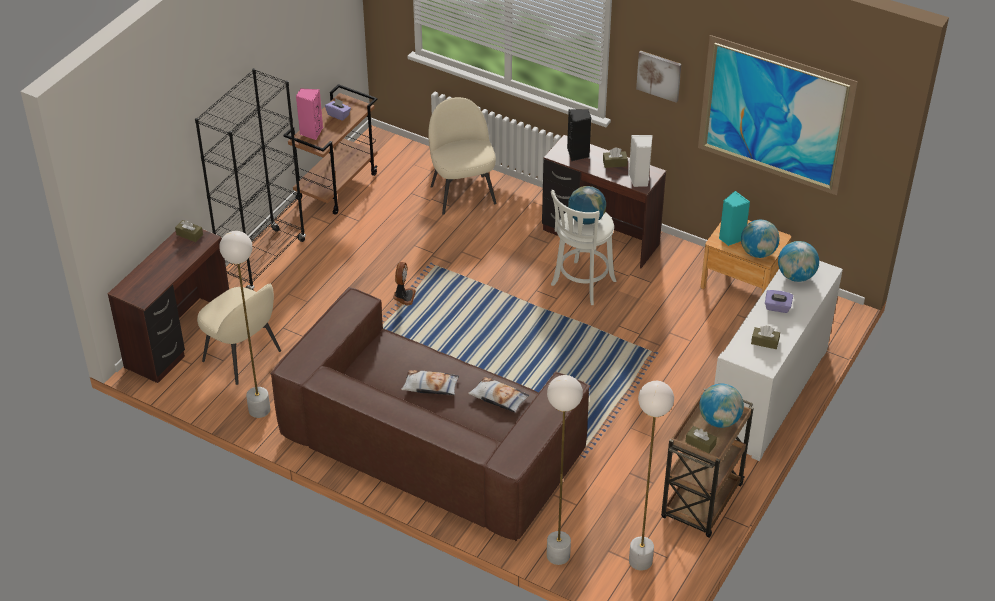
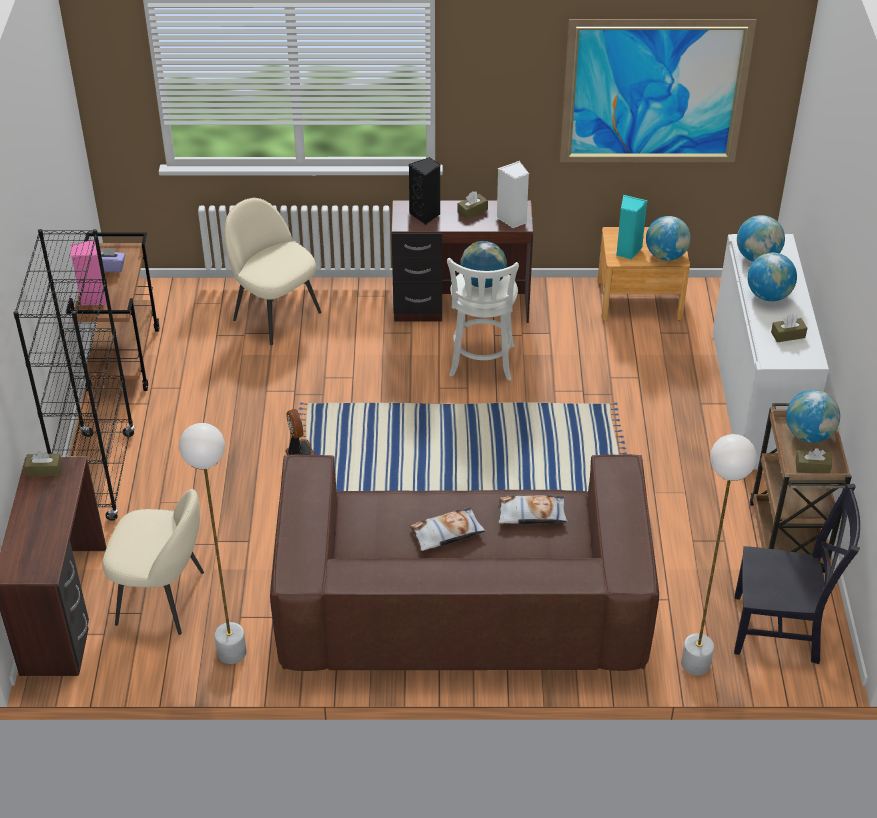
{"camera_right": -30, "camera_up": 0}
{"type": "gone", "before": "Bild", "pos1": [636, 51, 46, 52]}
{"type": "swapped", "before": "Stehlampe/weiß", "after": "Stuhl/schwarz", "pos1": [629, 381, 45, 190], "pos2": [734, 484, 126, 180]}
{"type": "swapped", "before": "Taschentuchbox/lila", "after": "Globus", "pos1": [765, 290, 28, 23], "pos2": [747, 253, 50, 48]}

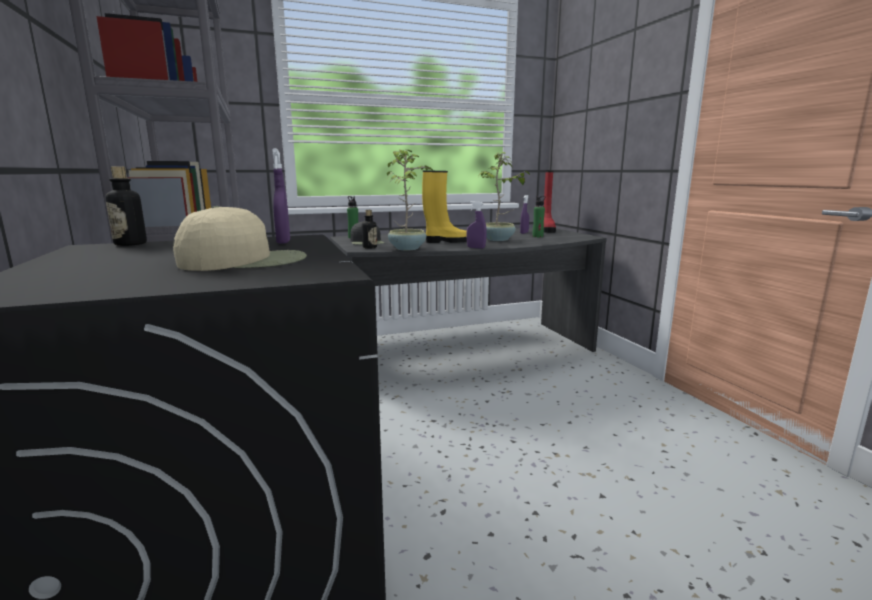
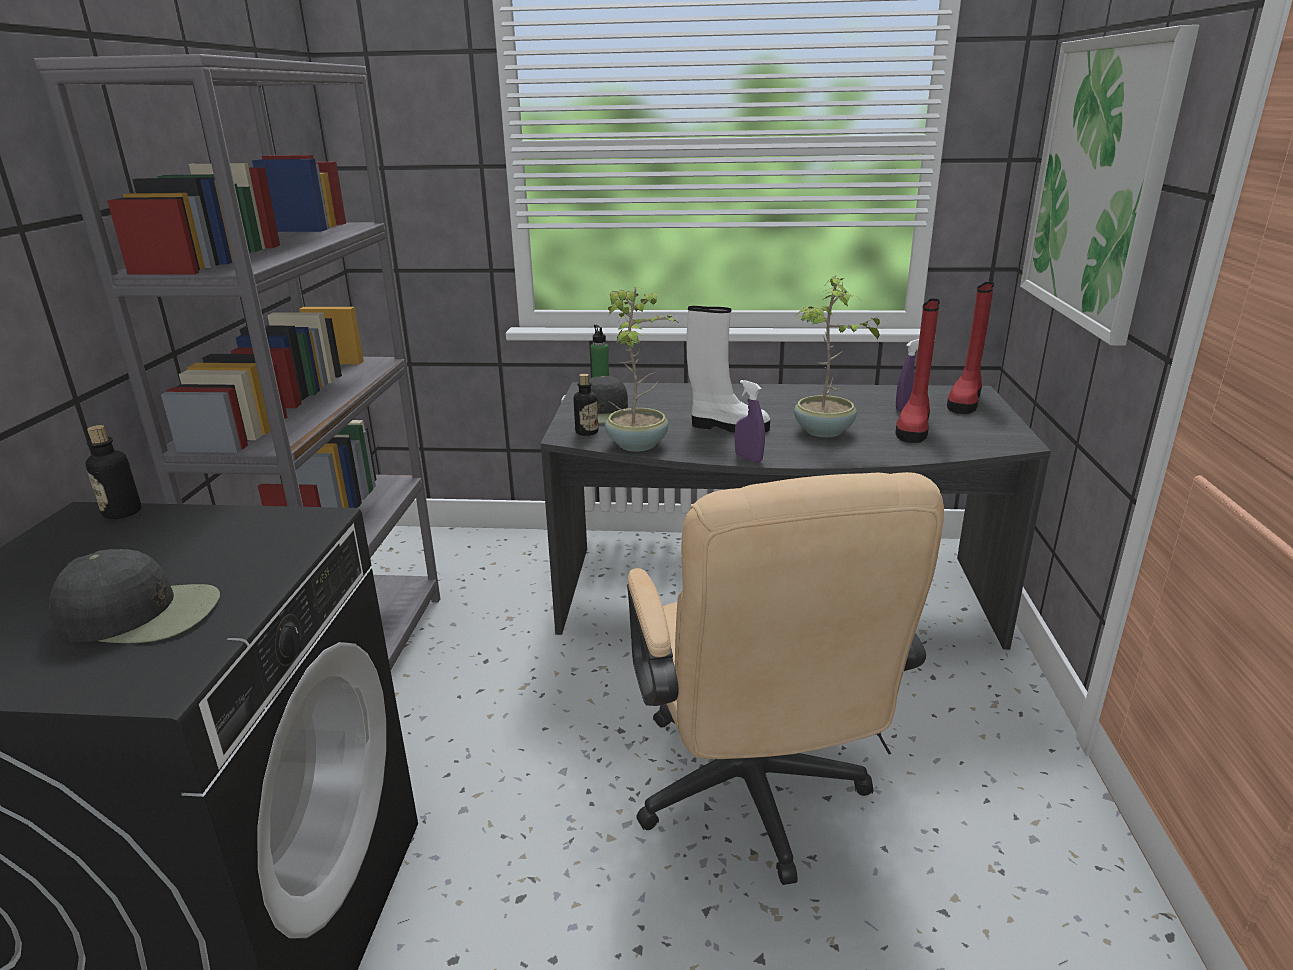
{"camera_right": 25, "camera_up": 10}
{"type": "gone", "before": "Sprühflasche/lila", "pos1": [272, 148, 18, 96]}
{"type": "new", "after": "Bürostuhl/beige", "pos2": [627, 472, 317, 413]}
{"type": "new", "after": "Bild", "pos2": [1020, 25, 179, 321]}
{"type": "swapped", "before": "Flasche/grün", "after": "Stiefel/rot", "pos1": [532, 196, 14, 41], "pos2": [896, 298, 44, 145]}
{"type": "repainted", "before": "Kappe/beige", "after": "Kappe/schwarz", "pos1": [173, 206, 134, 65], "pos2": [49, 549, 171, 94]}
{"type": "repainted", "before": "Stiefel/gelb", "after": "Stiefel/weiß", "pos1": [422, 170, 45, 73], "pos2": [686, 306, 84, 127]}

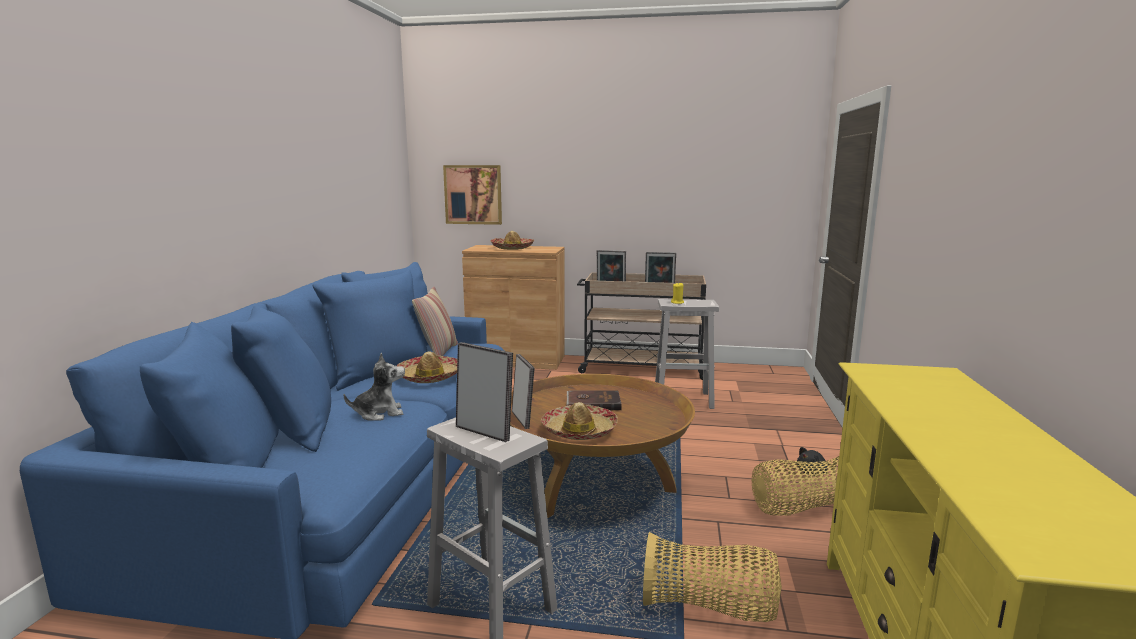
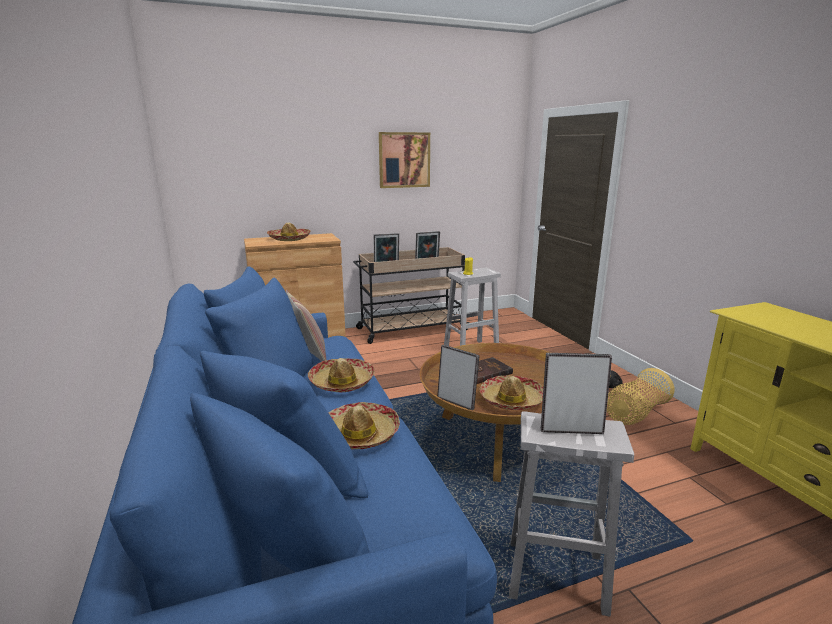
{"camera_right": -30, "camera_up": 5}
{"type": "gone", "before": "Korb", "pos1": [643, 532, 139, 90]}
{"type": "shifted", "before": "Bild", "pos1": [443, 165, 59, 60], "pos2": [379, 132, 51, 56]}
{"type": "swapped", "before": "Plüschtier", "after": "Hut", "pos1": [344, 353, 61, 68], "pos2": [328, 402, 72, 47]}

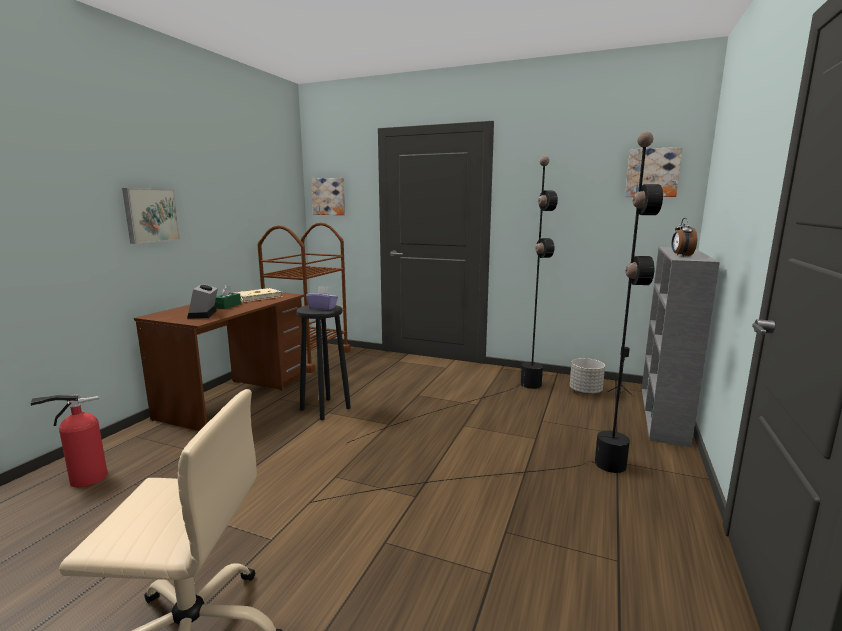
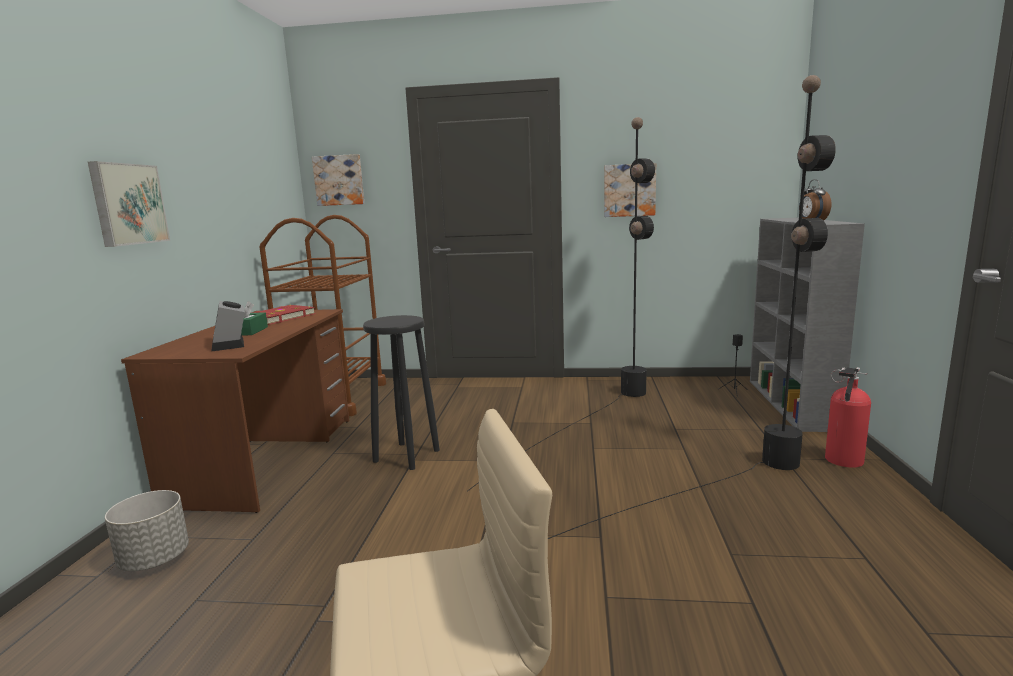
{"camera_right": -15, "camera_up": 0}
{"type": "gone", "before": "Taschentuchbox/lila", "pos1": [306, 286, 32, 24]}
{"type": "shifted", "before": "Feuerlöscher", "pos1": [31, 395, 77, 92], "pos2": [825, 367, 46, 101]}
{"type": "shifted", "before": "Pflanzkübel/grau", "pos1": [570, 358, 35, 36], "pos2": [105, 490, 84, 81]}
{"type": "shifted", "before": "Bild", "pos1": [625, 147, 57, 50], "pos2": [604, 163, 52, 54]}
{"type": "repainted", "before": "Buch/beige", "after": "Buch/rot", "pos1": [235, 288, 48, 14], "pos2": [253, 305, 63, 20]}

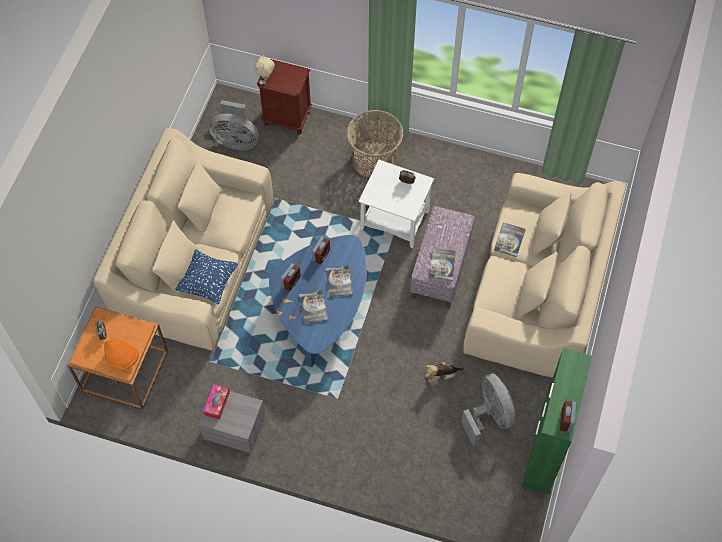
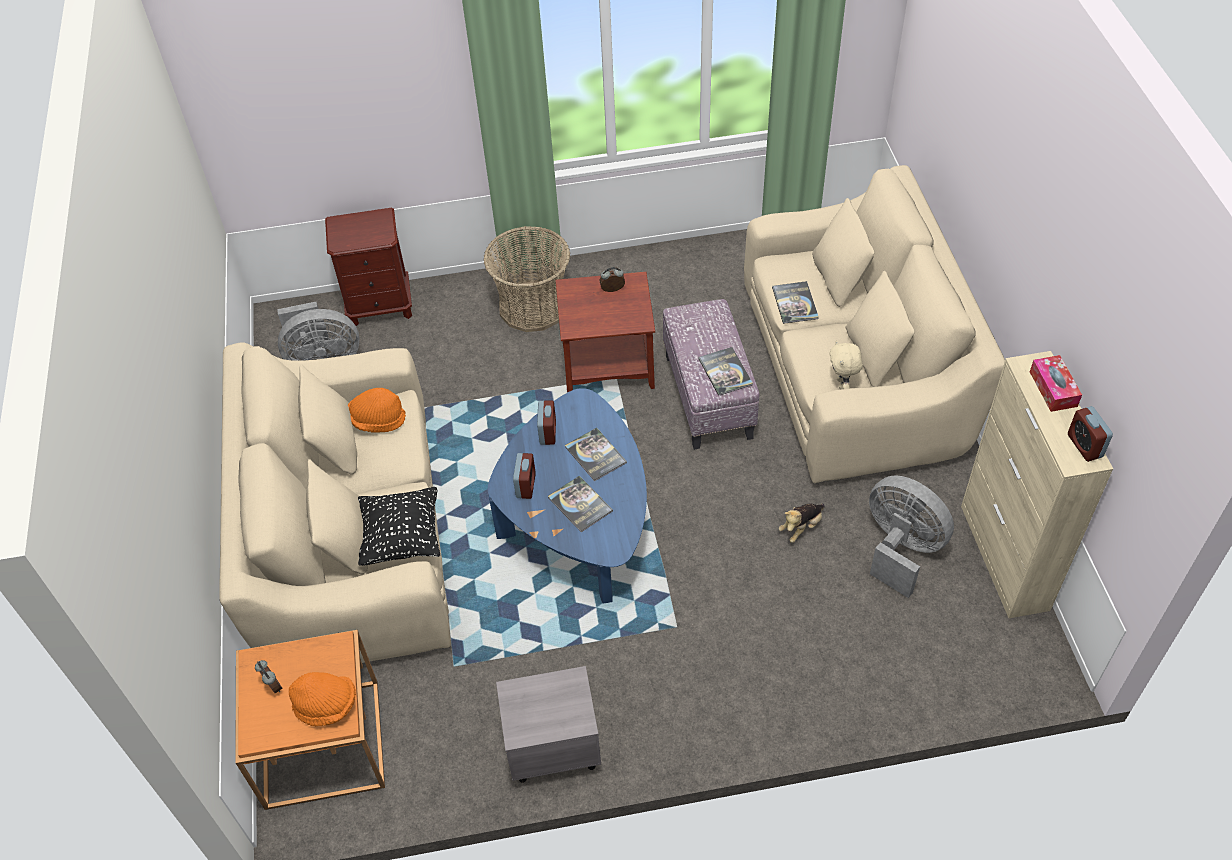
{"camera_right": -25, "camera_up": -10}
{"type": "new", "after": "Hut/orange", "pos2": [348, 388, 58, 45]}
{"type": "shifted", "before": "Taschentuchbox", "pos1": [203, 384, 27, 36], "pos2": [1030, 355, 52, 57]}
{"type": "shifted", "before": "Plüschtier/beige", "pos1": [254, 54, 21, 31], "pos2": [830, 340, 33, 49]}
{"type": "repainted", "before": "Kissen/blau", "after": "Kissen/schwarz", "pos1": [175, 250, 63, 55], "pos2": [358, 487, 82, 79]}
{"type": "repainted", "before": "Beistelltisch/weiß", "after": "Beistelltisch/braun", "pos1": [358, 160, 76, 88], "pos2": [556, 272, 99, 121]}
{"type": "repainted", "before": "Schrank/grün", "after": "Schrank/beige", "pos1": [522, 348, 70, 146], "pos2": [961, 351, 152, 267]}

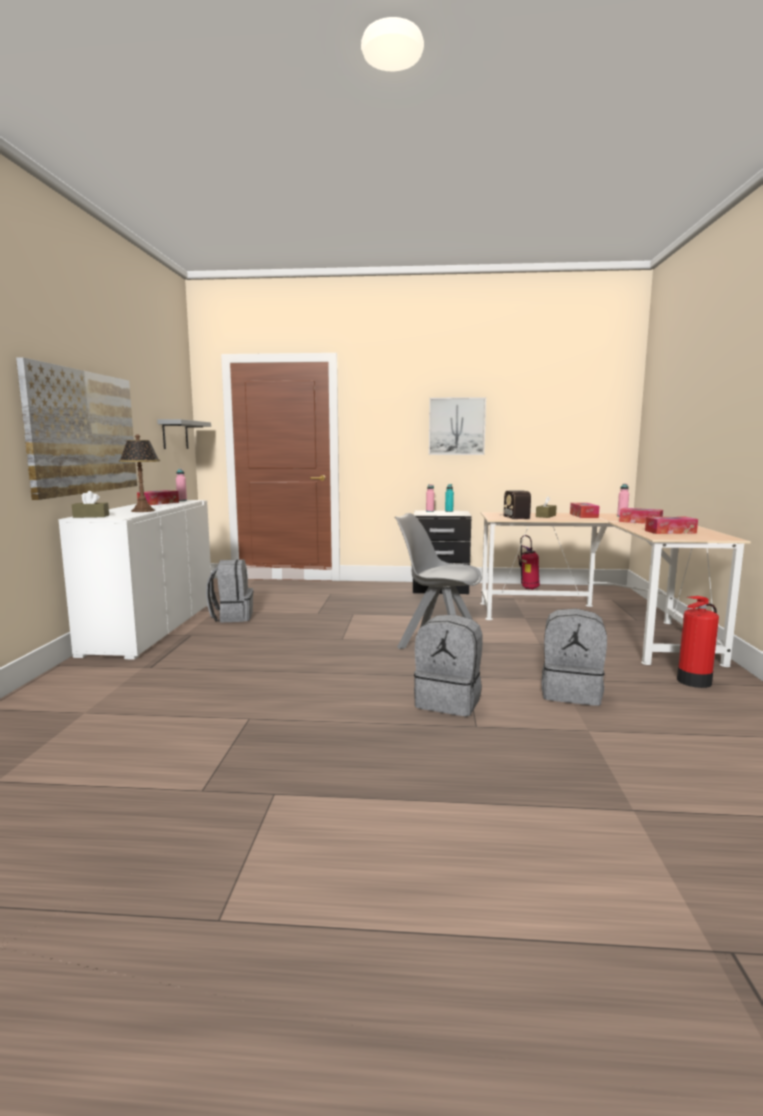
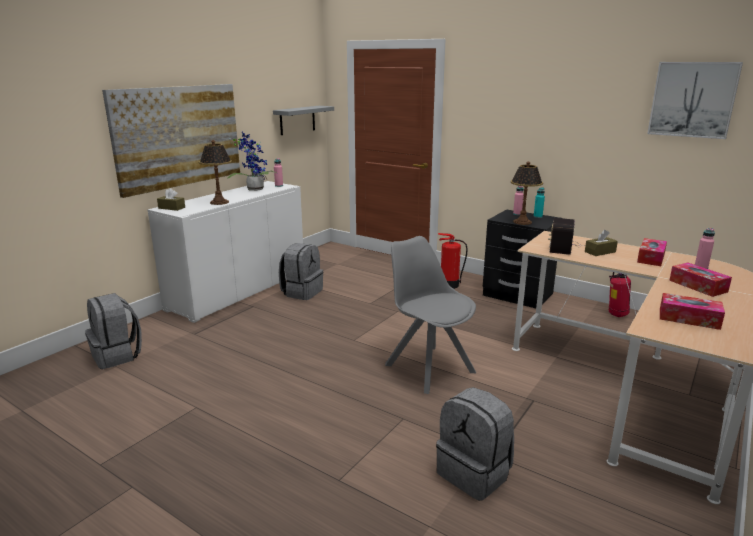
{"camera_right": 30, "camera_up": 10}
{"type": "new", "after": "Tischlampe", "pos2": [511, 161, 32, 64]}
{"type": "shifted", "before": "Rucksack/grau", "pos1": [414, 615, 69, 101], "pos2": [85, 293, 57, 76]}
{"type": "shifted", "before": "Bild", "pos1": [429, 397, 57, 58], "pos2": [647, 62, 96, 77]}
{"type": "shifted", "before": "Feuerlöscher", "pos1": [677, 596, 42, 92], "pos2": [438, 233, 30, 56]}
{"type": "swapped", "before": "Taschentuchbox", "after": "Topfpflanze", "pos1": [137, 490, 42, 15], "pos2": [227, 131, 50, 60]}

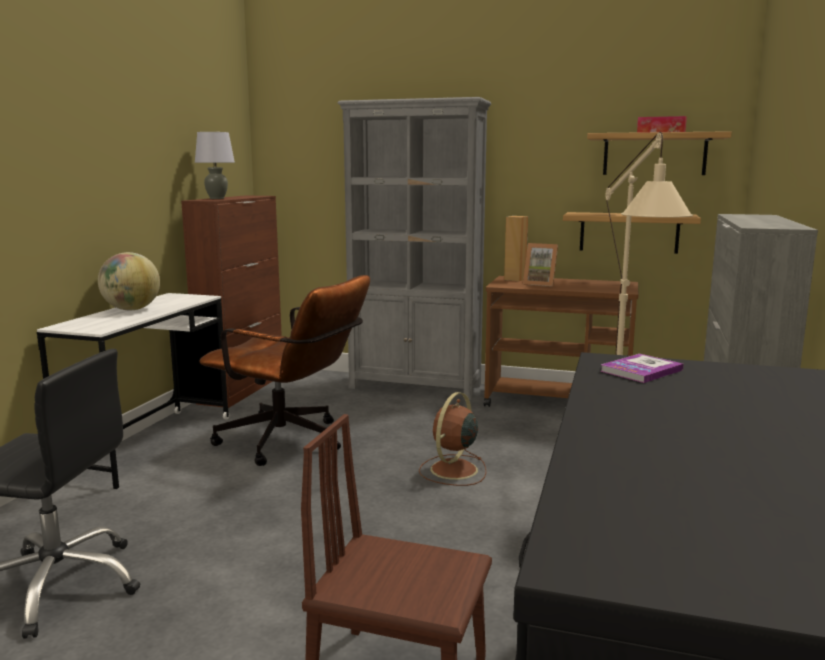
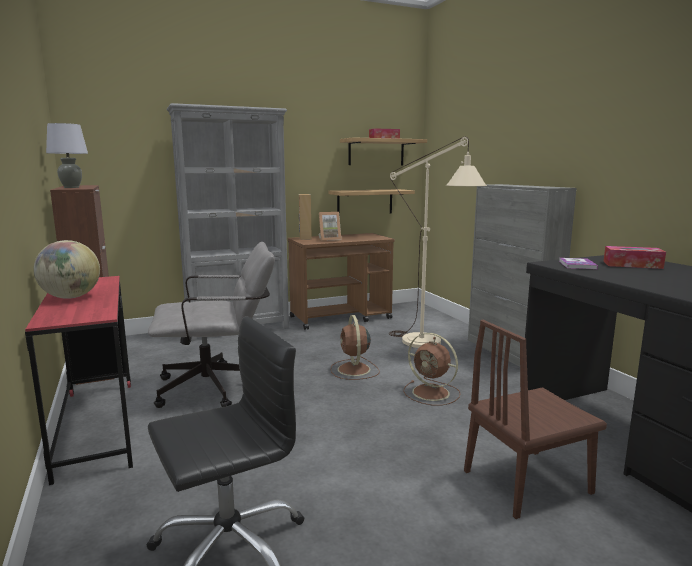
{"camera_right": -40, "camera_up": 0}
{"type": "new", "after": "Ventilator/braun", "pos2": [403, 333, 58, 73]}
{"type": "new", "after": "Taschentuchbox", "pos2": [603, 246, 63, 23]}
{"type": "repainted", "before": "Schreibtisch/weiß", "after": "Schreibtisch/rot", "pos1": [37, 293, 192, 196], "pos2": [25, 276, 108, 209]}
{"type": "repainted", "before": "Bürostuhl/braun", "after": "Bürostuhl/grau", "pos1": [200, 275, 170, 191], "pos2": [148, 242, 127, 166]}

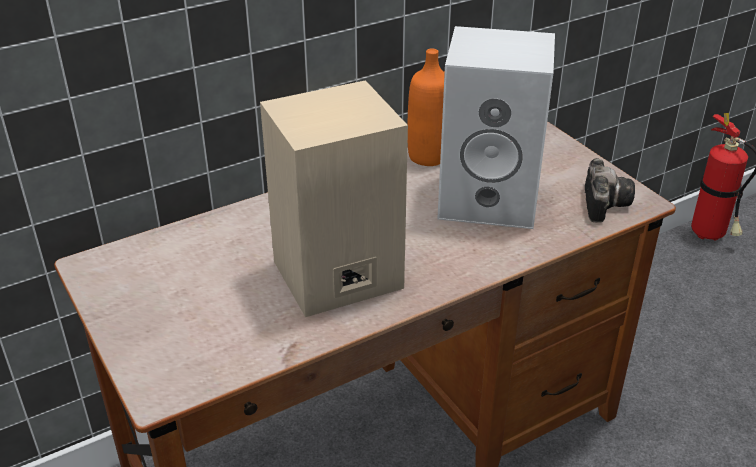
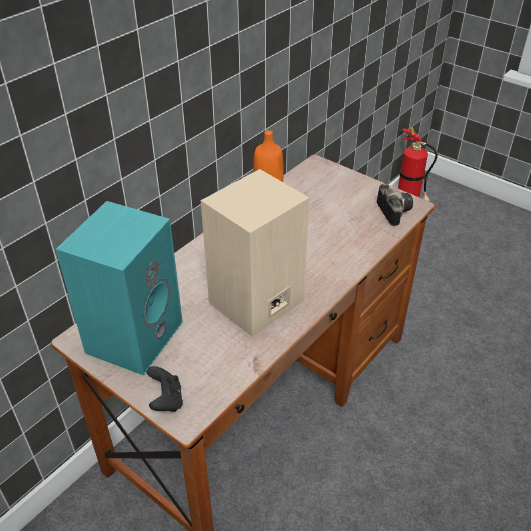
{"camera_right": -20, "camera_up": 5}
{"type": "gone", "before": "Lautsprecher/weiß", "pos1": [437, 26, 118, 203]}
{"type": "new", "after": "Lautsprecher/türkis", "pos2": [56, 201, 127, 174]}
{"type": "new", "after": "Gamepad/schwarz", "pos2": [147, 366, 36, 46]}

